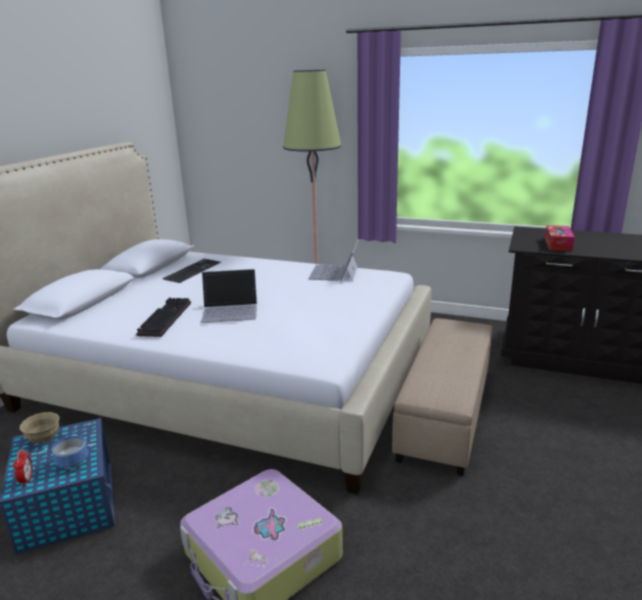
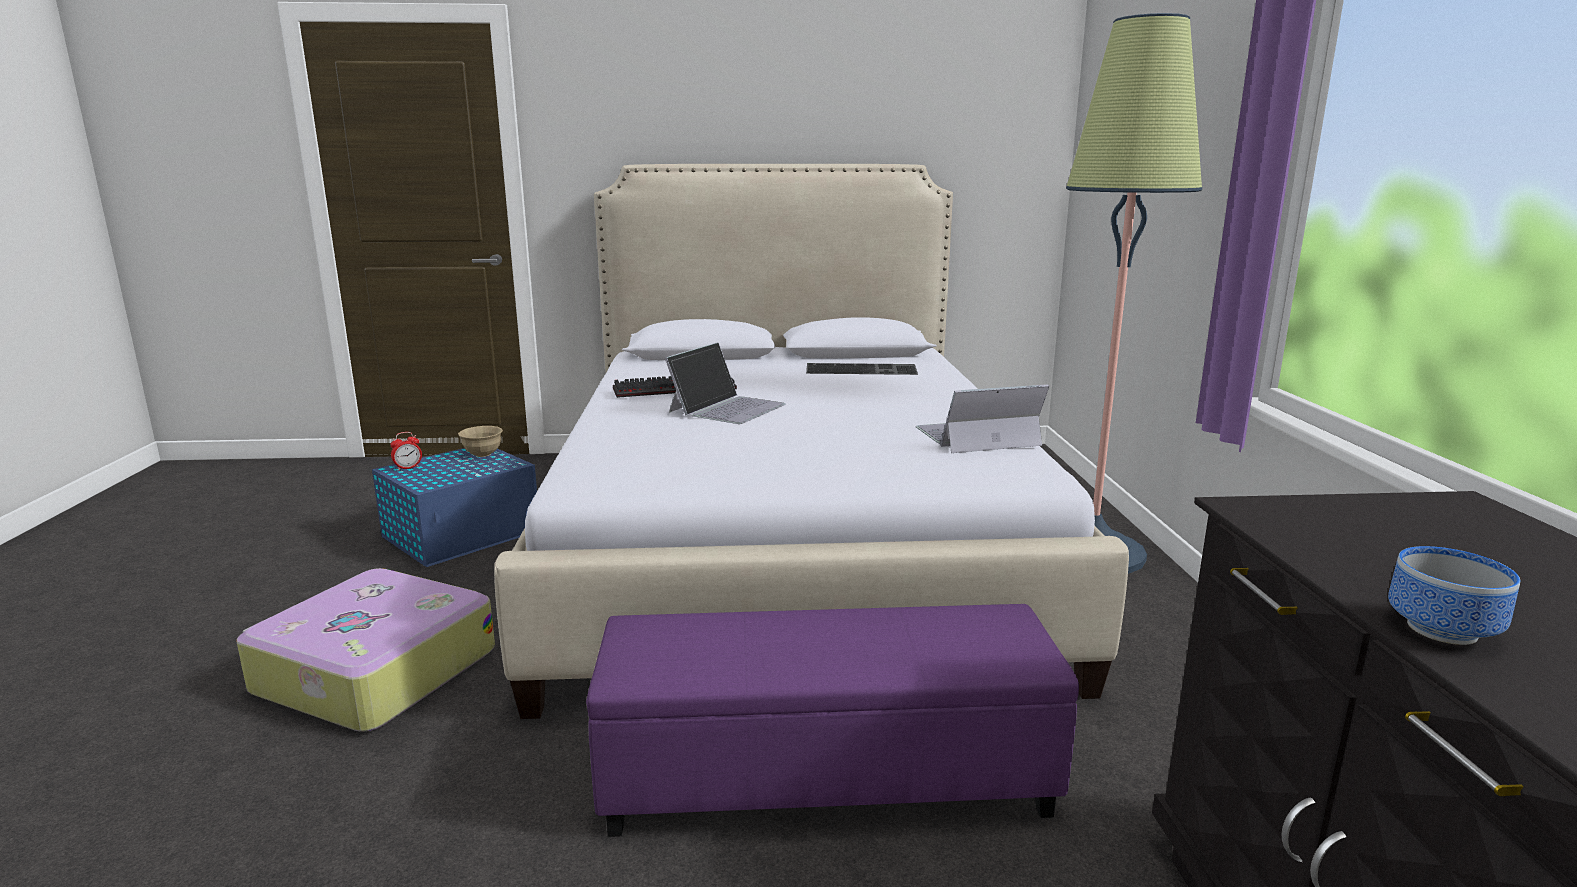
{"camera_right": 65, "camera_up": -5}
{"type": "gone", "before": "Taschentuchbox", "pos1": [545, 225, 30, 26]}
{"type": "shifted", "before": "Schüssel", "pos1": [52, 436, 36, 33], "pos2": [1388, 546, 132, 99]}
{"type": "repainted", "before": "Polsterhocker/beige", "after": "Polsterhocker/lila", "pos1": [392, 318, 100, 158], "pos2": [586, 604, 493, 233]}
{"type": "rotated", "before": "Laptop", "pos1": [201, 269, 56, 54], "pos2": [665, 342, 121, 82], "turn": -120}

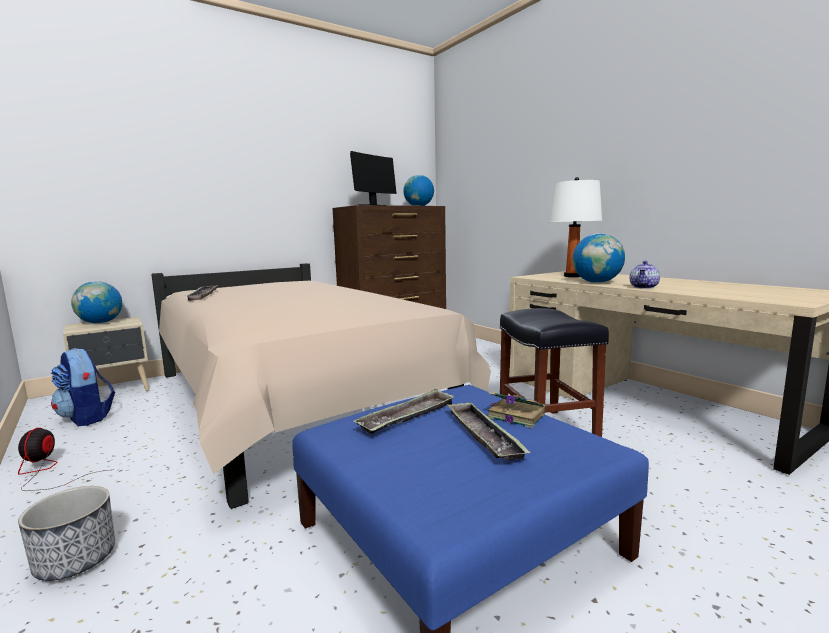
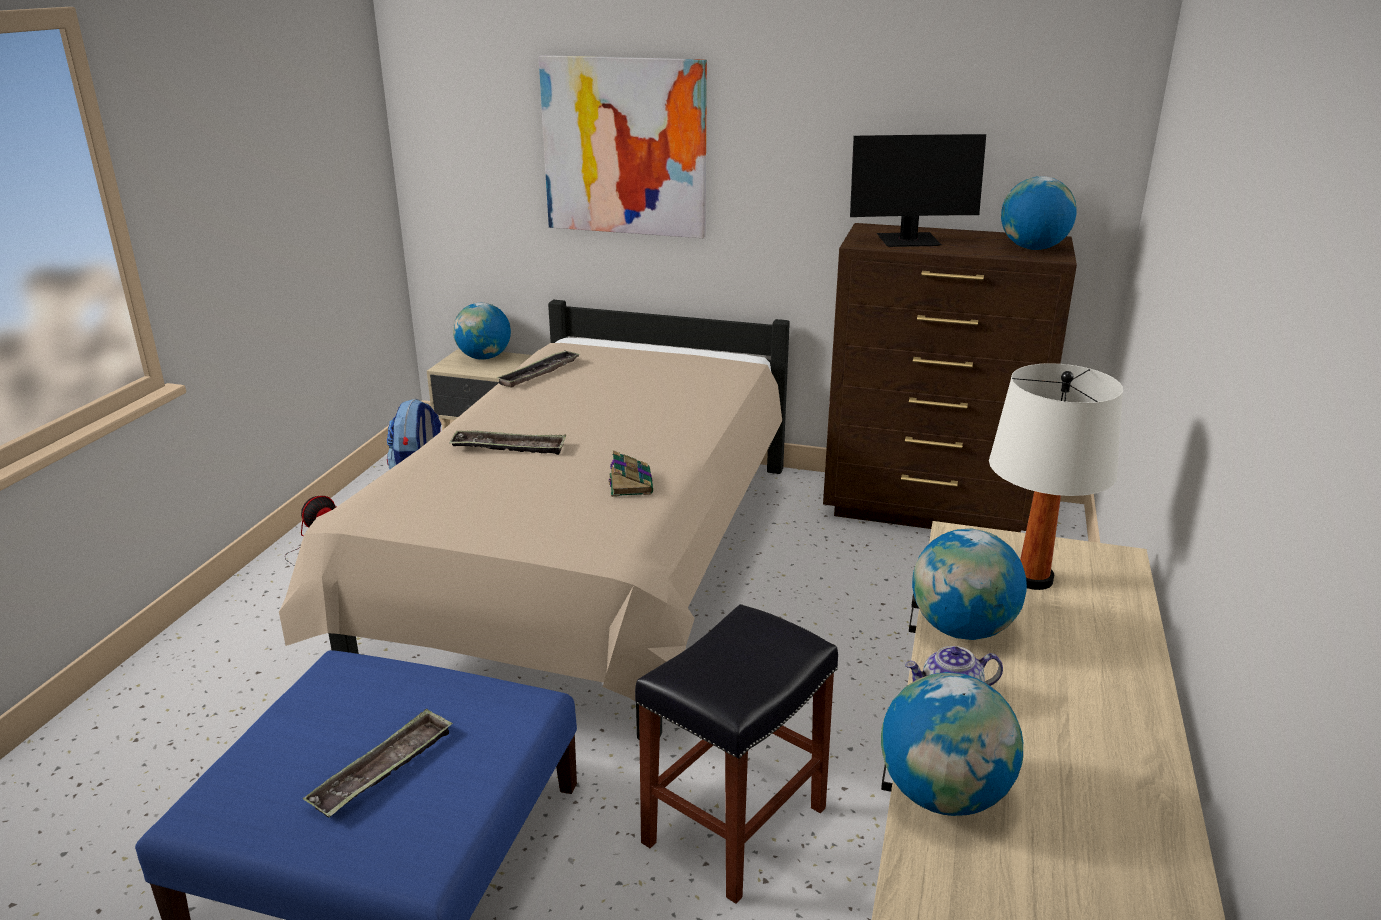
{"camera_right": 50, "camera_up": 15}
{"type": "gone", "before": "Pflanzkübel", "pos1": [18, 486, 97, 95]}
{"type": "new", "after": "Bild", "pos2": [539, 55, 168, 183]}
{"type": "new", "after": "Globus", "pos2": [881, 672, 142, 144]}
{"type": "shifted", "before": "Tablett", "pos1": [354, 389, 101, 45], "pos2": [449, 430, 117, 25]}
{"type": "shifted", "before": "Buch", "pos1": [487, 392, 58, 36], "pos2": [609, 450, 44, 47]}

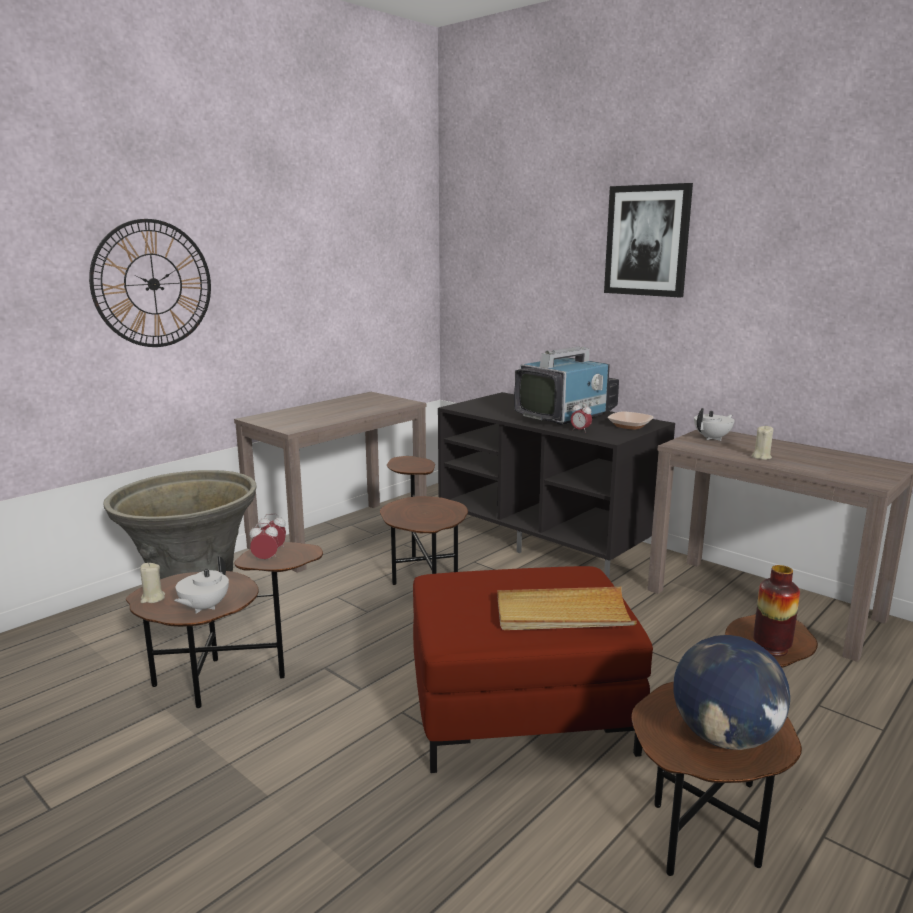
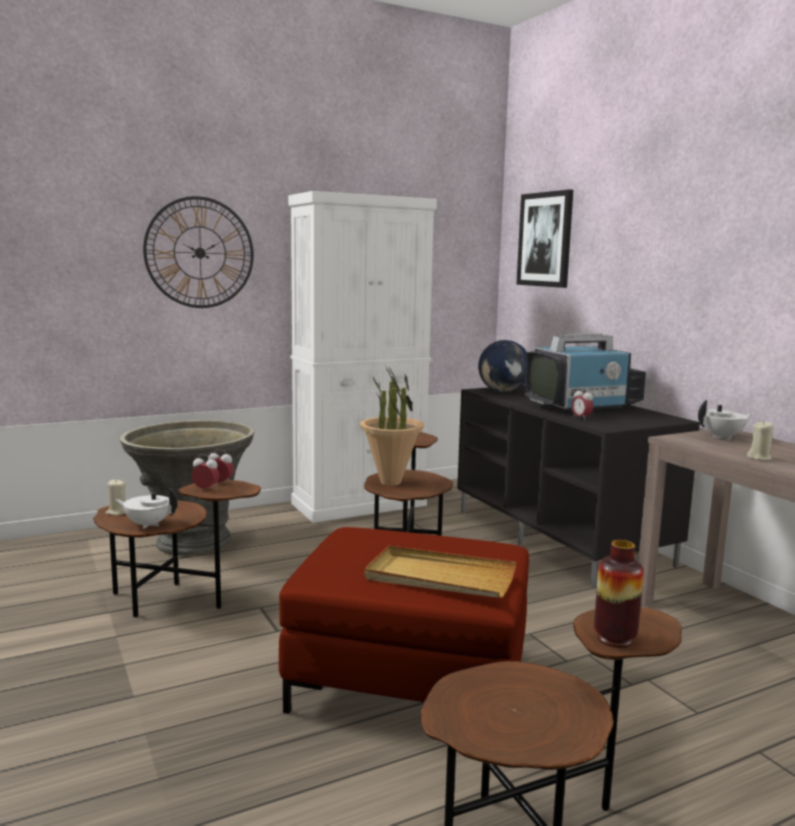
{"camera_right": 20, "camera_up": -5}
{"type": "gone", "before": "Schüssel", "pos1": [608, 411, 46, 19]}
{"type": "new", "after": "Topfpflanze", "pos2": [360, 363, 65, 123]}
{"type": "shifted", "before": "Bild", "pos1": [604, 183, 89, 114], "pos2": [516, 189, 57, 99]}
{"type": "shifted", "before": "Globus", "pos1": [673, 635, 117, 115], "pos2": [478, 340, 49, 53]}
{"type": "swapped", "before": "Konsolentisch/braun", "after": "Schrank/weiß", "pos1": [234, 392, 193, 181], "pos2": [288, 191, 149, 332]}
{"type": "rotated", "before": "Teekanne/weiß", "pos1": [174, 556, 55, 58], "pos2": [115, 488, 63, 41], "turn": 60}

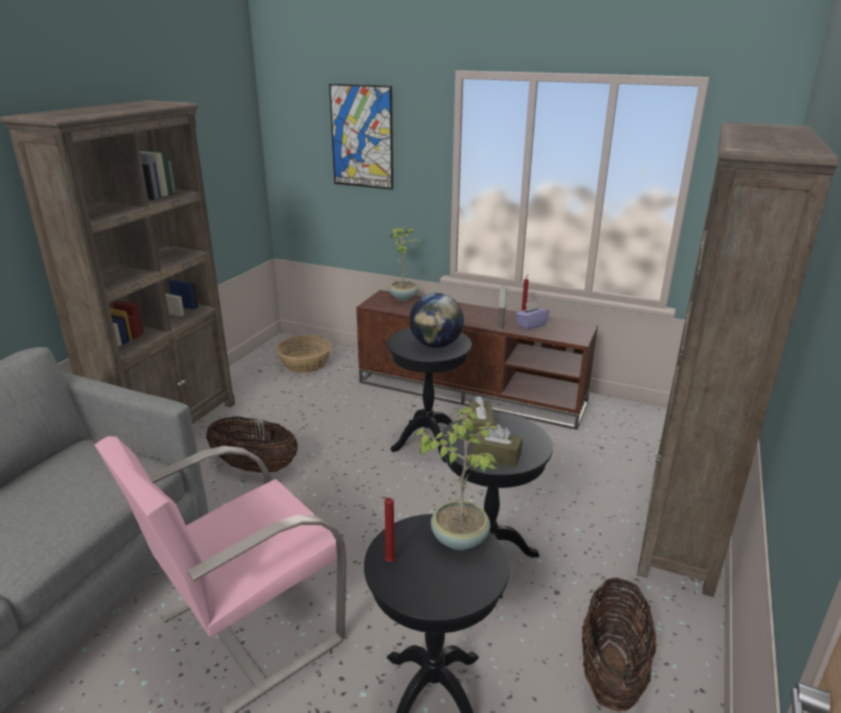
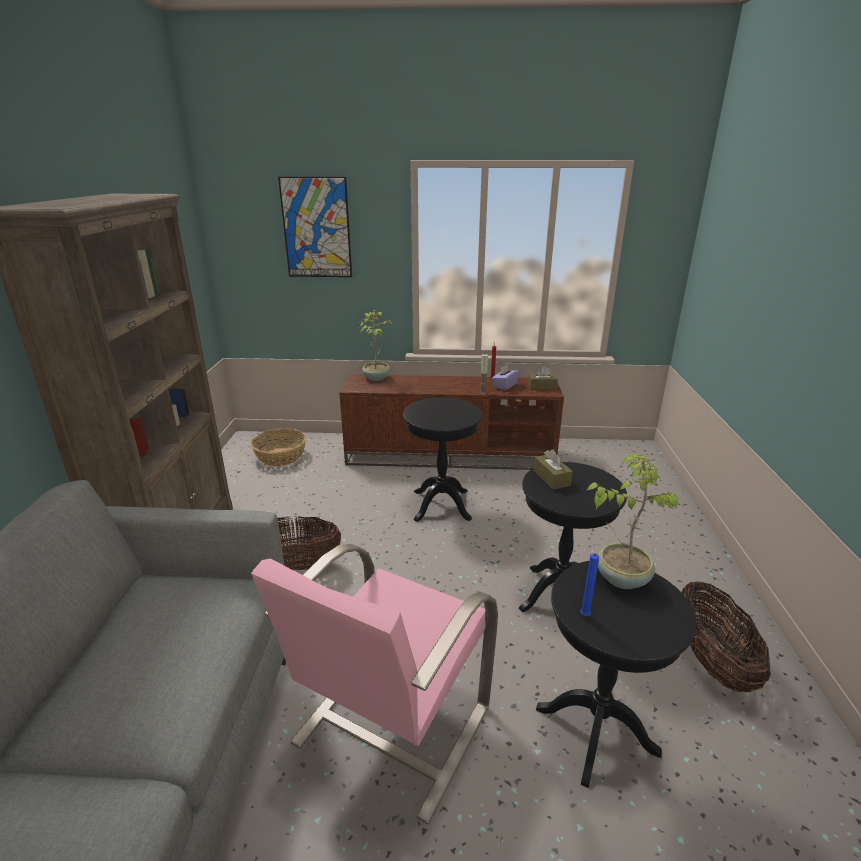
{"camera_right": -20, "camera_up": 0}
{"type": "gone", "before": "Globus", "pos1": [409, 293, 55, 55]}
{"type": "gone", "before": "Bücherregal/braun", "pos1": [637, 122, 202, 475]}
{"type": "shifted", "before": "Taschentuchbox/braun", "pos1": [473, 424, 50, 43], "pos2": [528, 366, 30, 24]}
{"type": "repainted", "before": "Kerze/rot", "after": "Kerze/blau", "pos1": [381, 497, 15, 65], "pos2": [580, 554, 19, 62]}

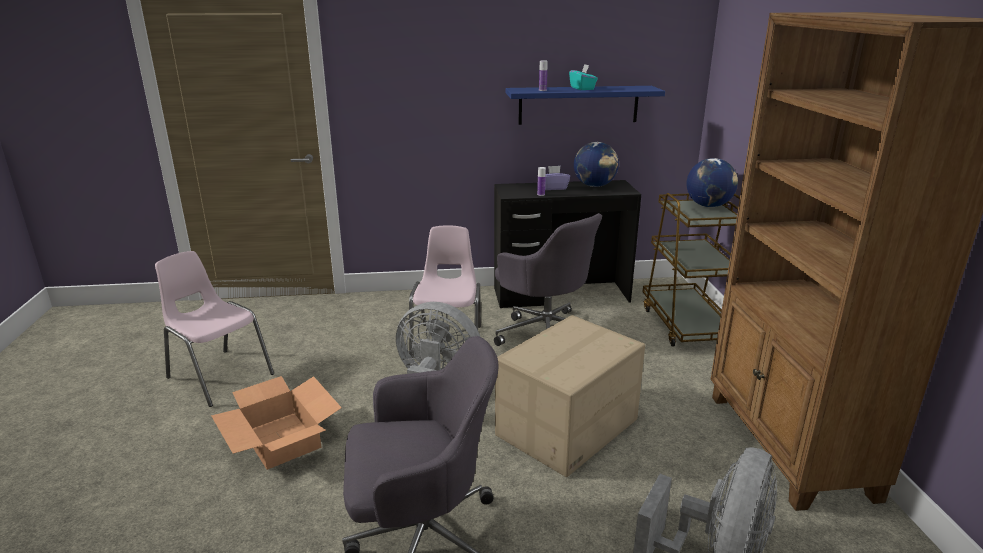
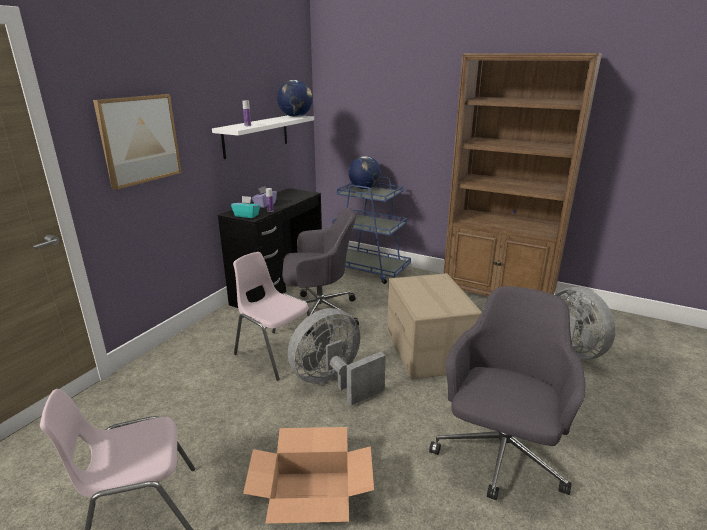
{"camera_right": -55, "camera_up": 0}
{"type": "new", "after": "Bild", "pos2": [93, 94, 89, 96]}
{"type": "shifted", "before": "Taschentuchbox/türkis", "pos1": [569, 64, 29, 26], "pos2": [231, 196, 29, 22]}
{"type": "shifted", "before": "Globus", "pos1": [574, 142, 45, 45], "pos2": [277, 80, 36, 37]}
{"type": "repainted", "before": "Wandregal/blau", "after": "Wandregal/weiß", "pos1": [506, 86, 159, 39], "pos2": [212, 115, 102, 44]}
{"type": "repainted", "before": "Rollwagen/braun", "after": "Rollwagen/blau", "pos1": [643, 193, 97, 154], "pos2": [332, 177, 79, 107]}

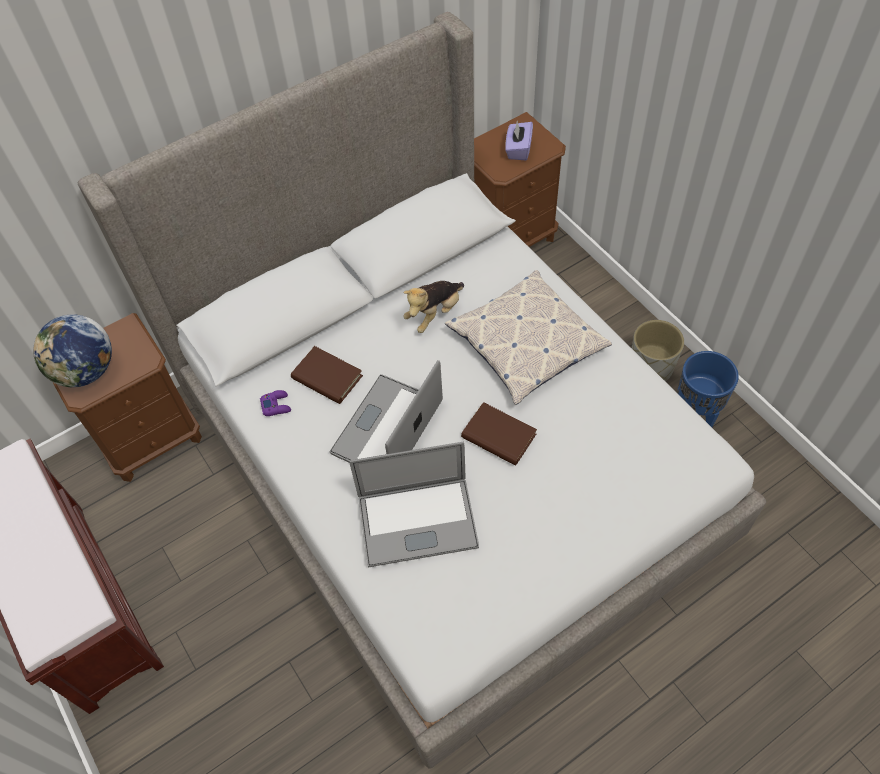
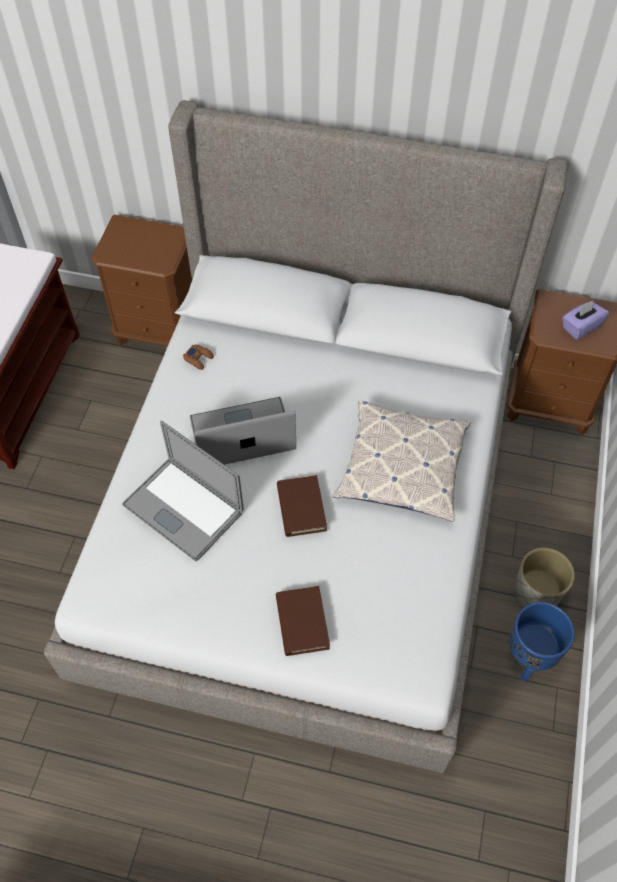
{"camera_right": 45, "camera_up": 0}
{"type": "gone", "before": "Globus", "pos1": [33, 314, 79, 73]}
{"type": "gone", "before": "Plüschtier", "pos1": [404, 281, 60, 52]}
{"type": "shifted", "before": "Buch/braun", "pos1": [291, 346, 72, 58], "pos2": [276, 586, 54, 70]}
{"type": "repainted", "before": "Gamepad/lila", "after": "Gamepad/braun", "pos1": [260, 390, 31, 26], "pos2": [183, 344, 31, 26]}

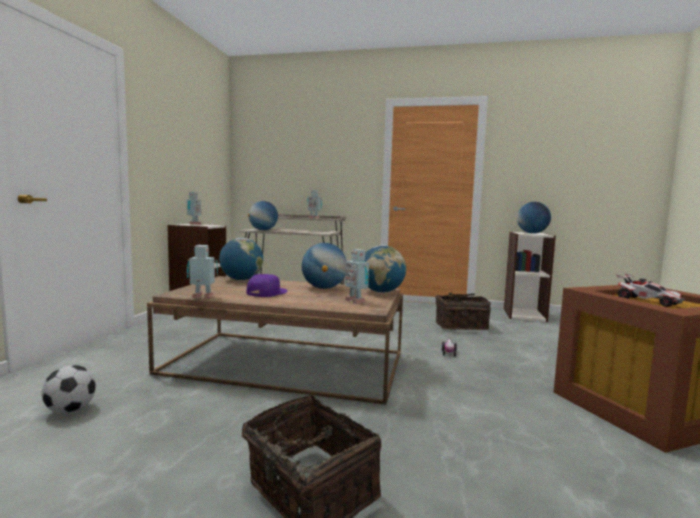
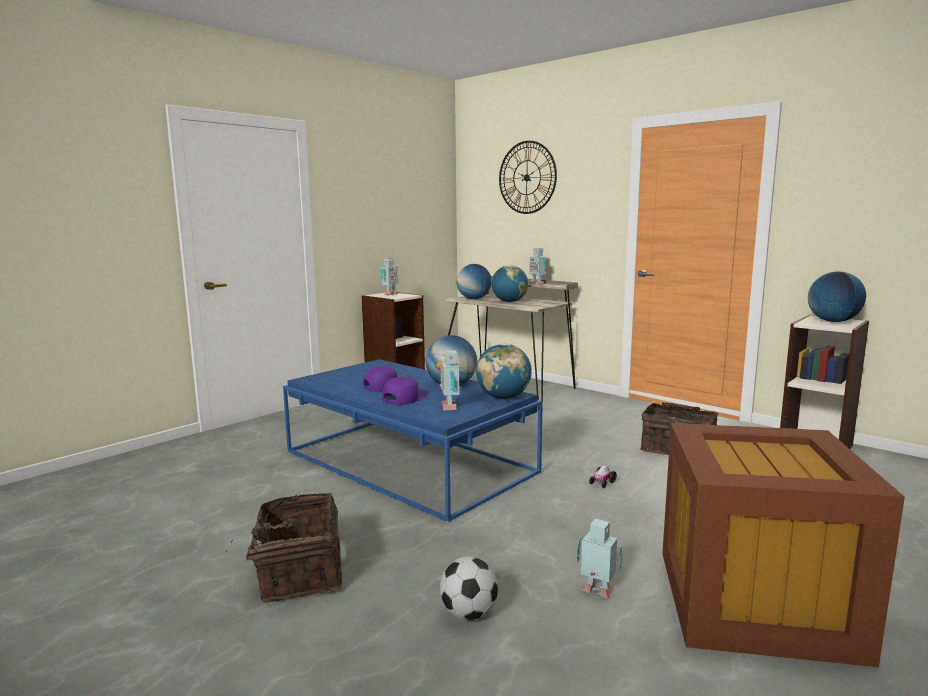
{"camera_right": 30, "camera_up": 5}
{"type": "gone", "before": "Spielzeugauto", "pos1": [616, 273, 69, 34]}
{"type": "new", "after": "Kappe/lila", "pos2": [382, 377, 45, 28]}
{"type": "new", "after": "Wanduhr", "pos2": [499, 141, 58, 73]}
{"type": "shifted", "before": "Fußball", "pos1": [41, 365, 55, 49], "pos2": [440, 556, 58, 64]}
{"type": "shifted", "before": "Spielzeugroboter", "pos1": [187, 245, 31, 53], "pos2": [577, 518, 45, 80]}
{"type": "shifted", "before": "Globus", "pos1": [219, 238, 44, 42], "pos2": [492, 265, 36, 37]}
{"type": "repainted", "before": "Couchtisch/braun", "after": "Couchtisch/blau", "pos1": [147, 276, 256, 129], "pos2": [283, 359, 260, 164]}

